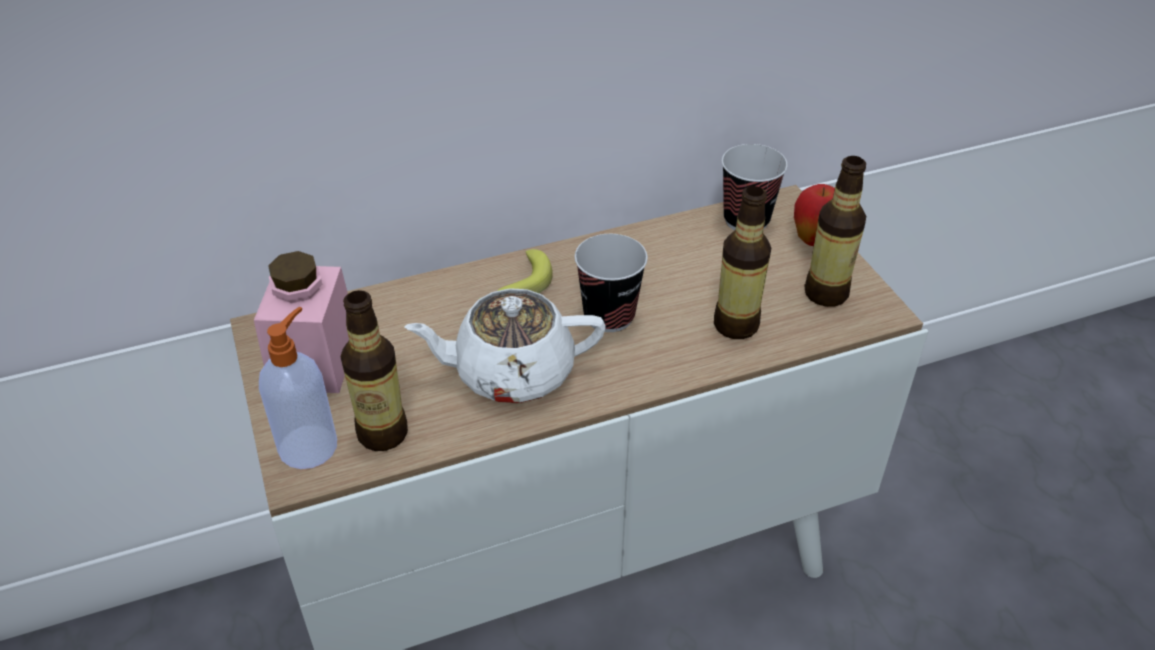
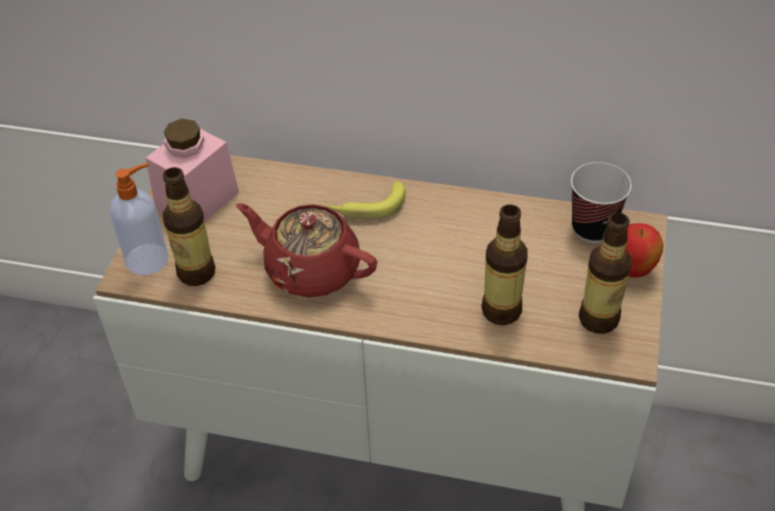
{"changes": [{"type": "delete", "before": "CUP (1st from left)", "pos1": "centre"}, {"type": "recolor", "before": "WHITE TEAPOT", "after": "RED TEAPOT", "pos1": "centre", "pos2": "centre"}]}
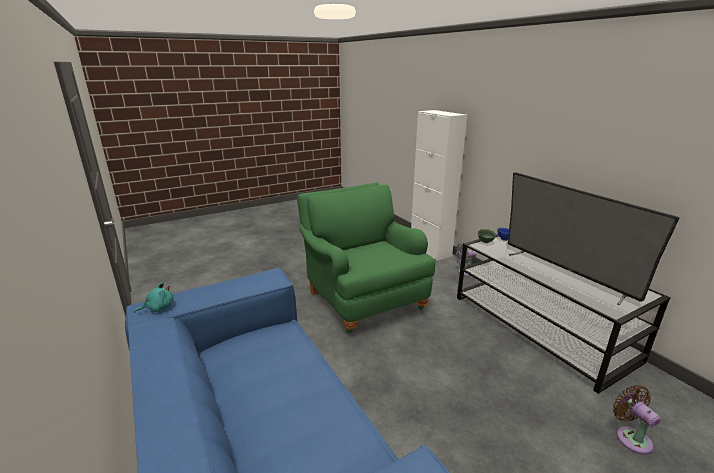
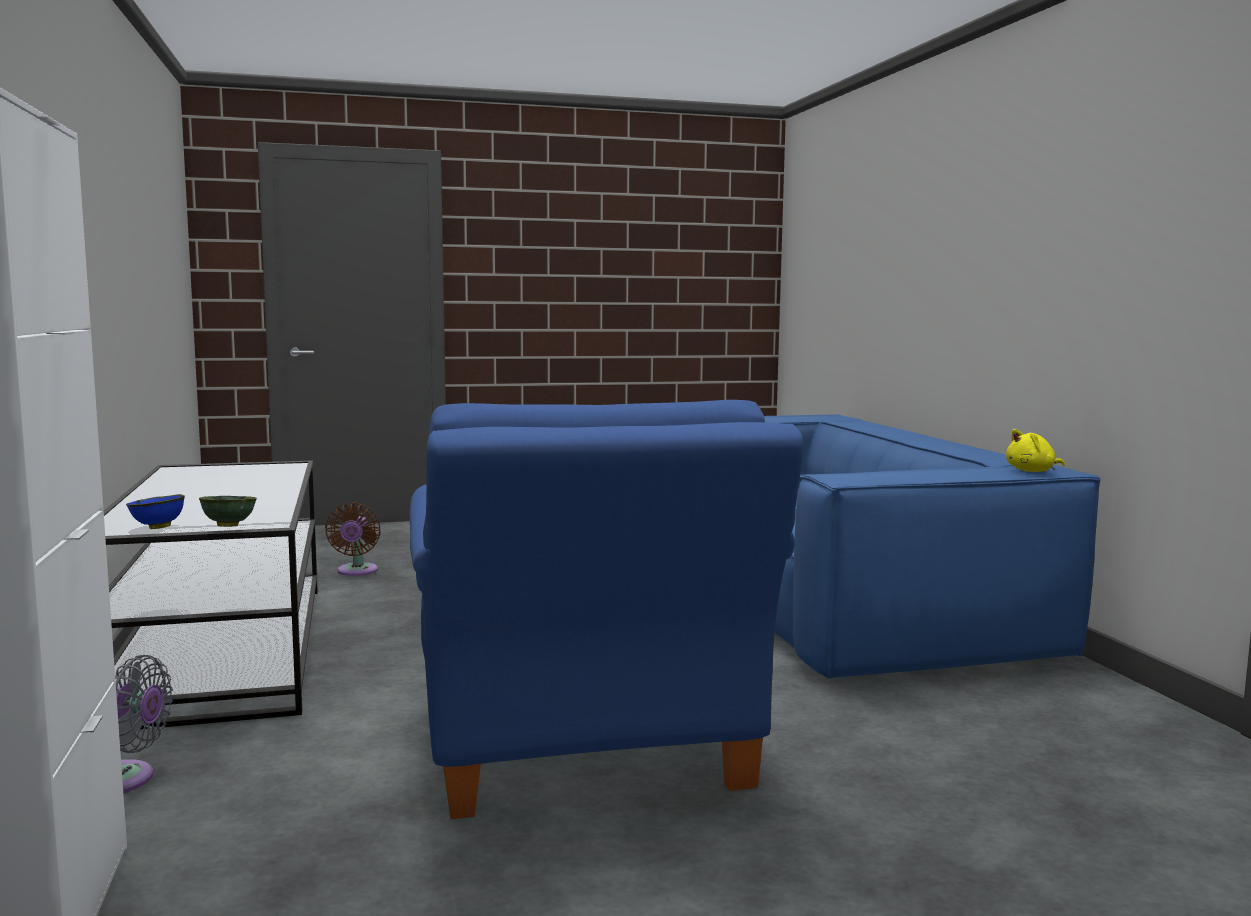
{"changes": [{"type": "delete", "before": "TELEVISION", "pos1": "middle right"}, {"type": "recolor", "before": "TURQUOISE PLUSH TOY", "after": "YELLOW PLUSH TOY", "pos1": "middle left", "pos2": "middle right"}, {"type": "recolor", "before": "GREEN ARMCHAIR", "after": "BLUE ARMCHAIR", "pos1": "centre", "pos2": "centre"}]}
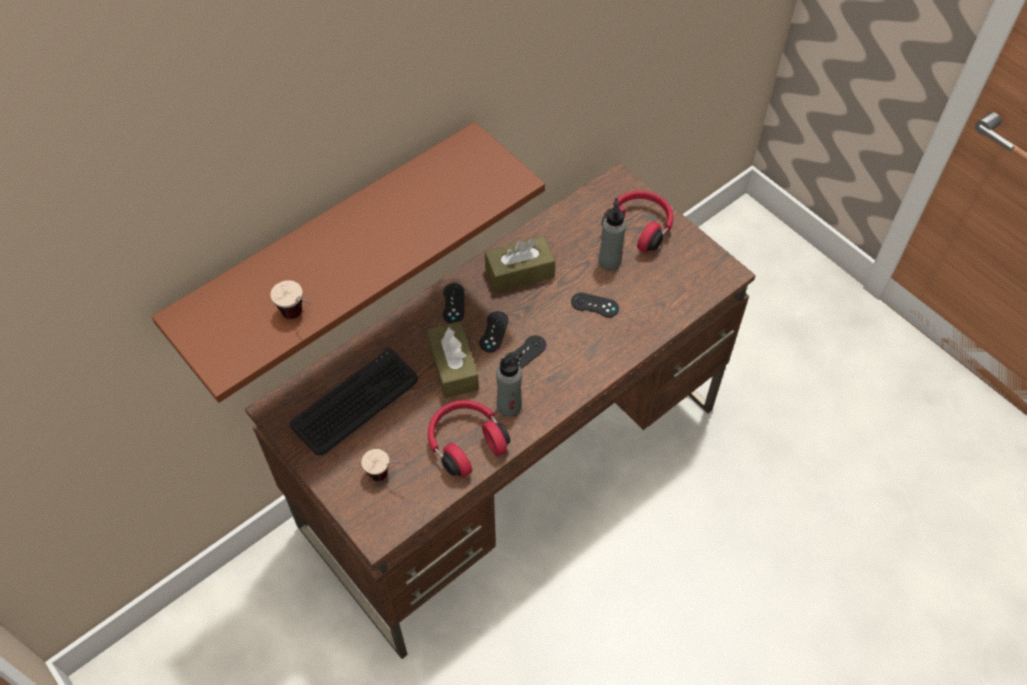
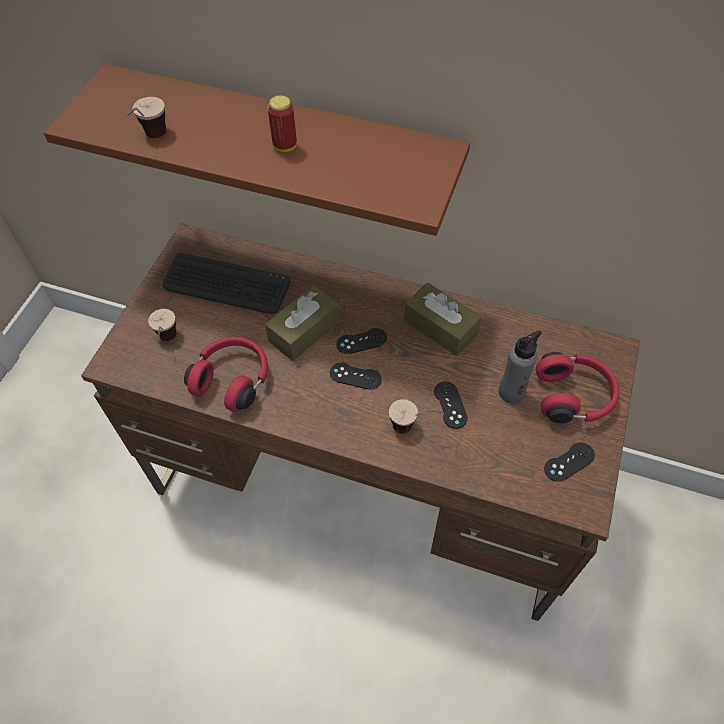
{"changes": [{"type": "delete", "before": "GREY BOTTLE (1st from left)", "pos1": "centre"}, {"type": "insert", "after": "CAN", "pos2": "top centre"}, {"type": "insert", "after": "CUP (3rd from left)", "pos2": "centre"}, {"type": "move", "before": "BLACK GAME CONTROLLER (1st from left in the first image)", "after": "BLACK GAME CONTROLLER (4th from left)", "pos1": "centre", "pos2": "middle right"}]}
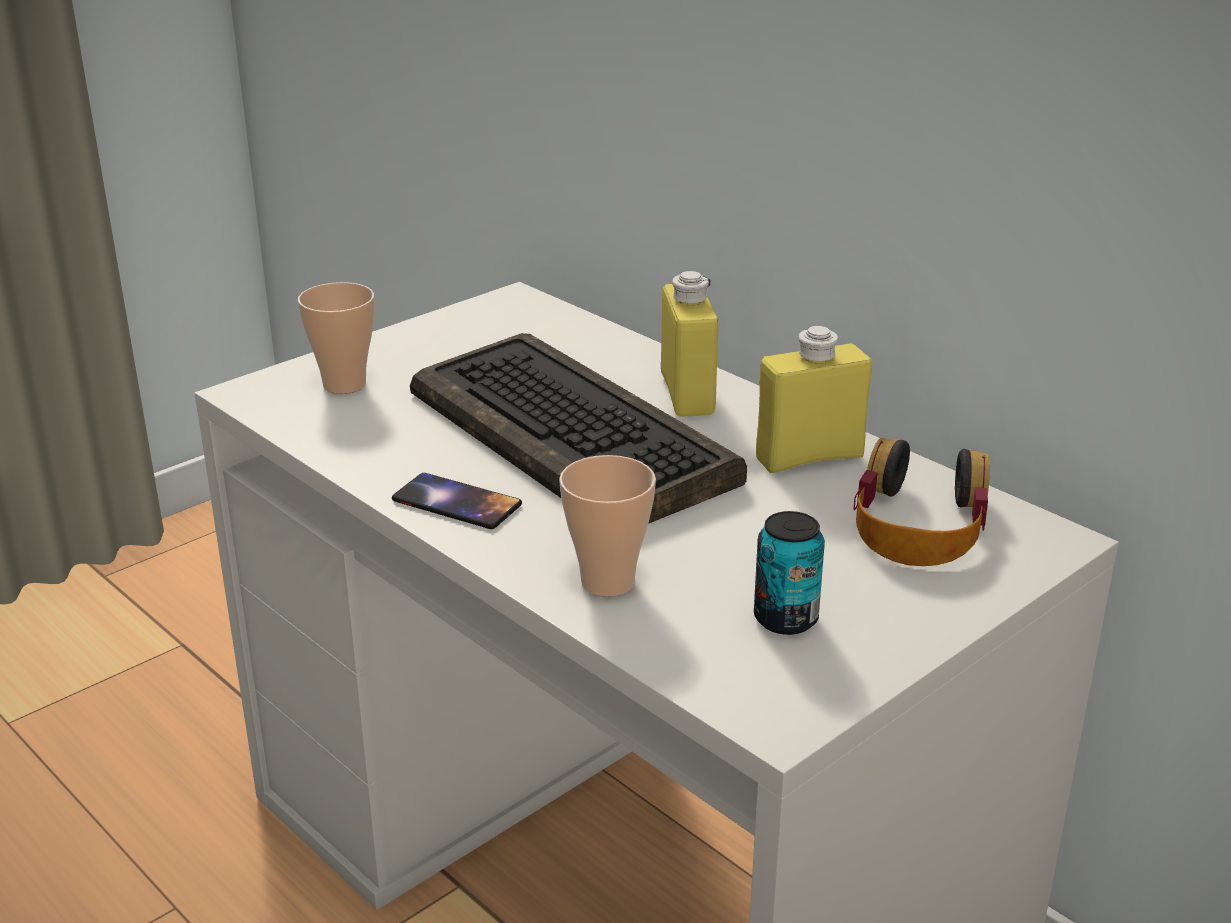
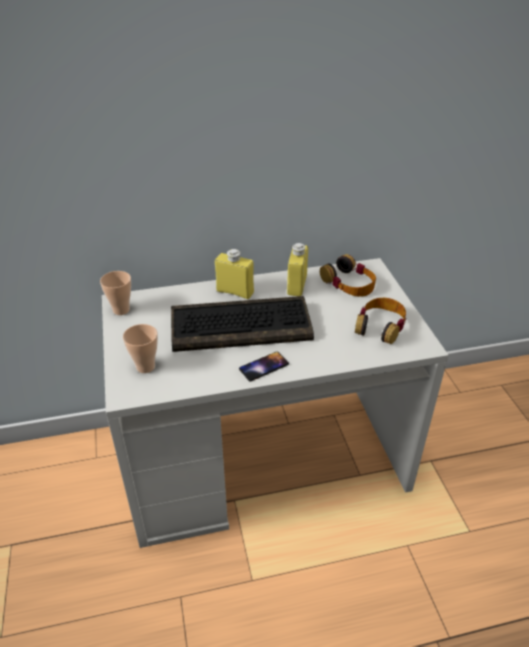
{"changes": [{"type": "move", "before": "CUP (2nd from left in the first image)", "after": "CUP (1st from left)", "pos1": "centre", "pos2": "middle left"}, {"type": "replace", "before": "CAN", "after": "HEADPHONES (2nd from left)", "pos1": "centre", "pos2": "middle right"}]}
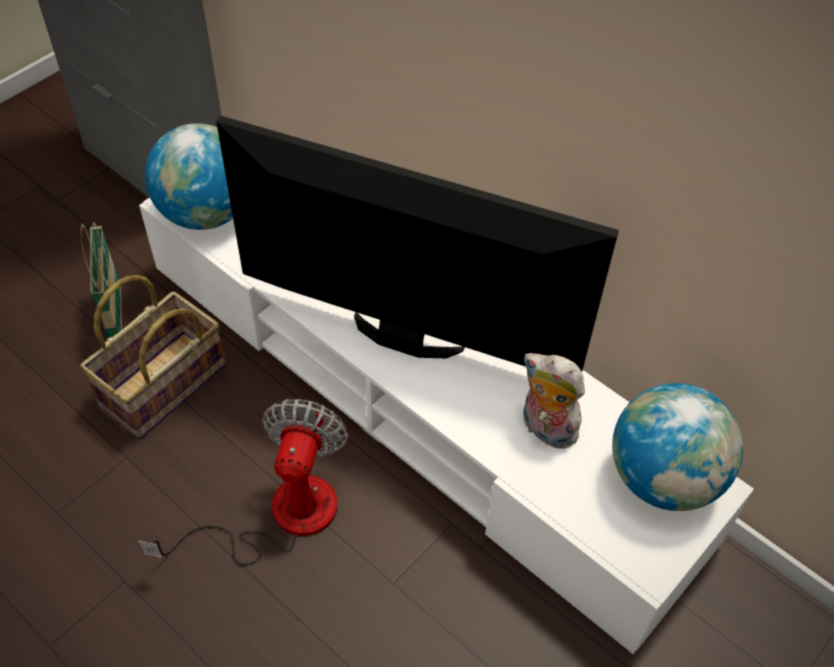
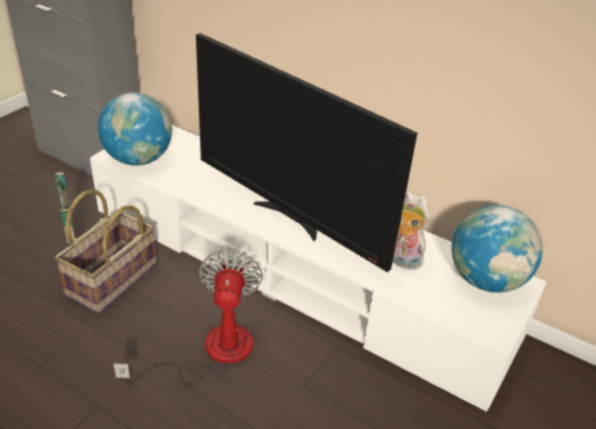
{"changes": [{"type": "rotate", "before": "TELEVISION", "pos1": "centre", "pos2": "centre", "turn": -150}]}
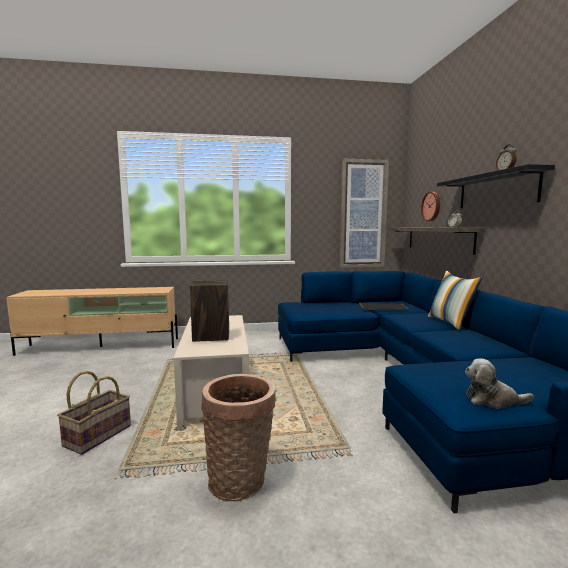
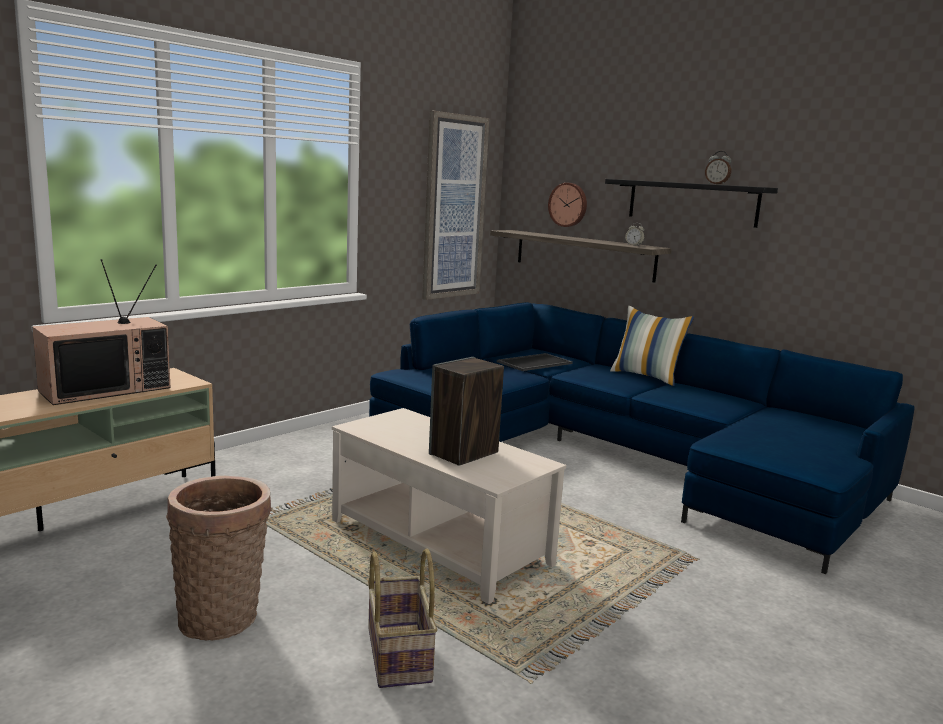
{"changes": [{"type": "delete", "before": "PLUSH TOY", "pos1": "bottom right"}, {"type": "insert", "after": "TELEVISION", "pos2": "middle left"}, {"type": "move", "before": "BASKET (2nd from left in the first image)", "after": "BASKET (1st from left)", "pos1": "bottom centre", "pos2": "bottom left"}]}
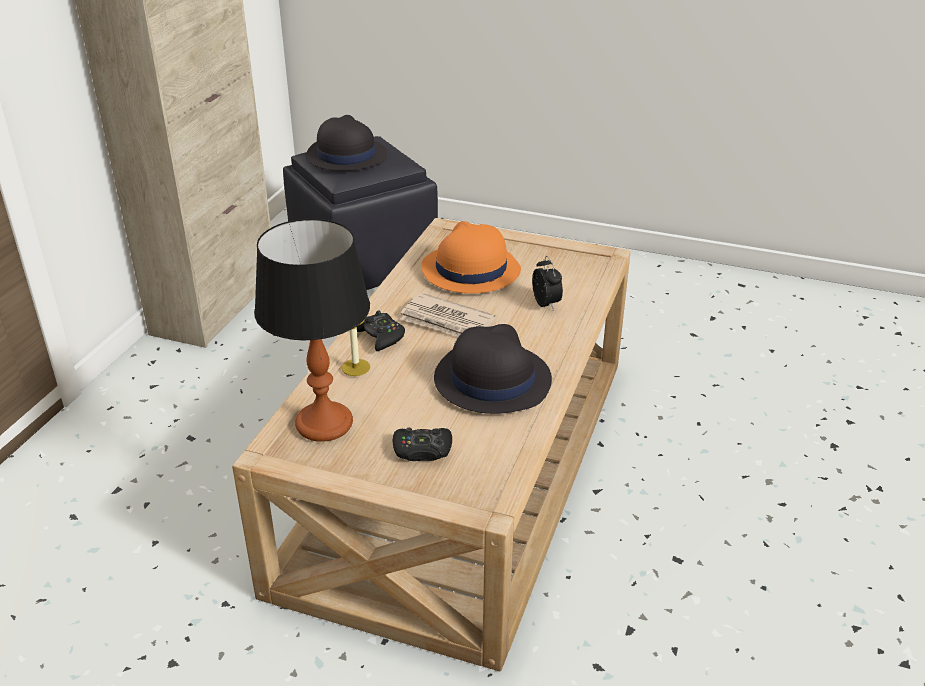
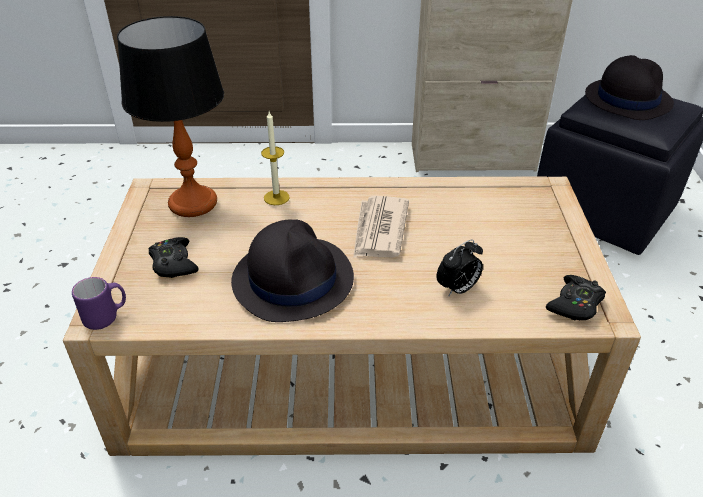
{"changes": [{"type": "delete", "before": "ORANGE HAT", "pos1": "centre"}, {"type": "insert", "after": "PURPLE MUG", "pos2": "middle left"}, {"type": "move", "before": "BLACK GAME CONTROLLER (1st from left in the first image)", "after": "BLACK GAME CONTROLLER (2nd from left)", "pos1": "centre", "pos2": "middle right"}]}
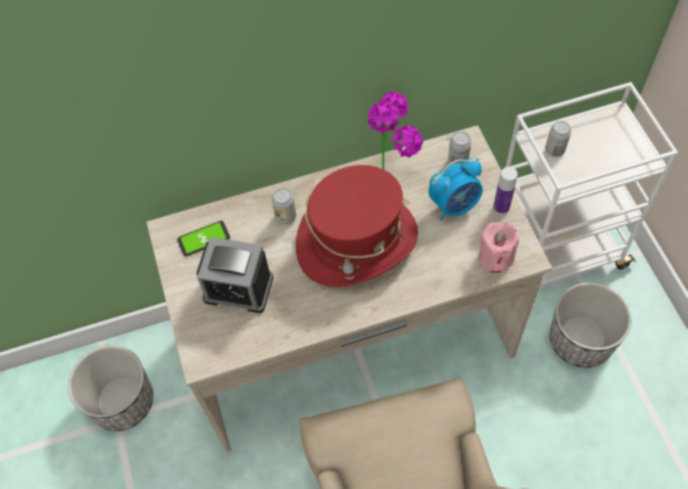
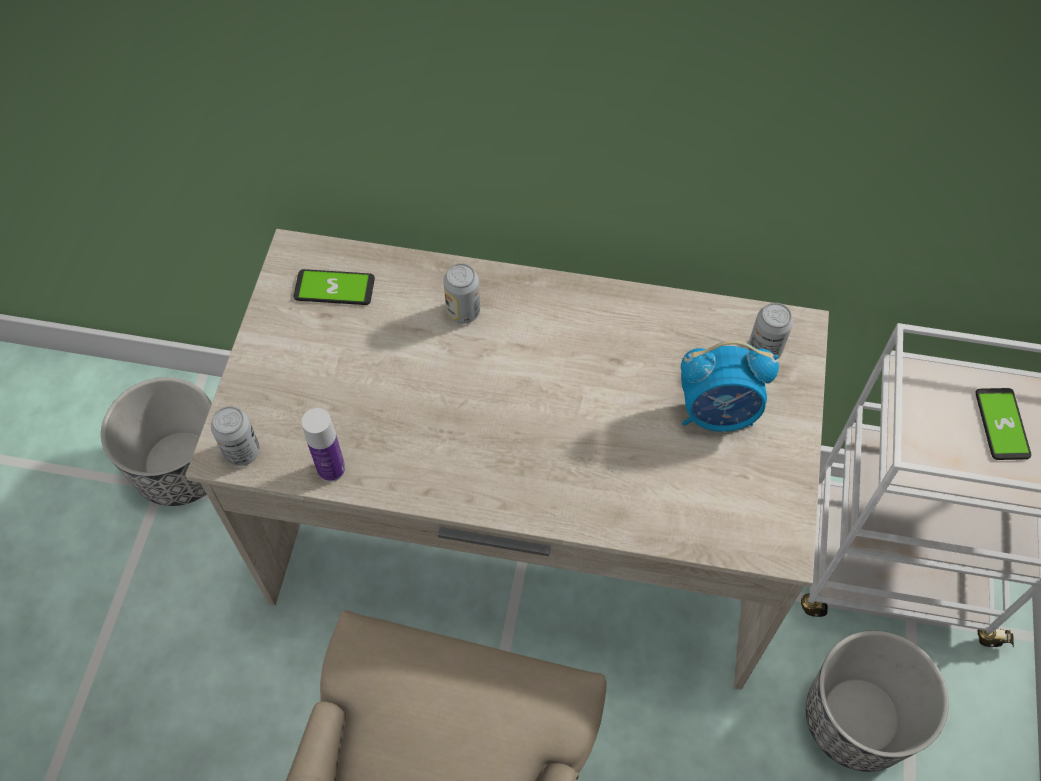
{"changes": [{"type": "delete", "before": "ALARM CLOCK (1st from left)", "pos1": "centre"}, {"type": "delete", "before": "RED HAT", "pos1": "centre"}, {"type": "delete", "before": "POTTED PLANT", "pos1": "top centre"}, {"type": "delete", "before": "PINK CANDLE", "pos1": "middle right"}, {"type": "insert", "after": "PHONE (2nd from left)", "pos2": "middle right"}, {"type": "move", "before": "BOTTLE", "pos1": "middle right", "pos2": "middle left"}, {"type": "move", "before": "CAN (3rd from left in the first image)", "after": "CAN (1st from left)", "pos1": "top right", "pos2": "middle left"}]}
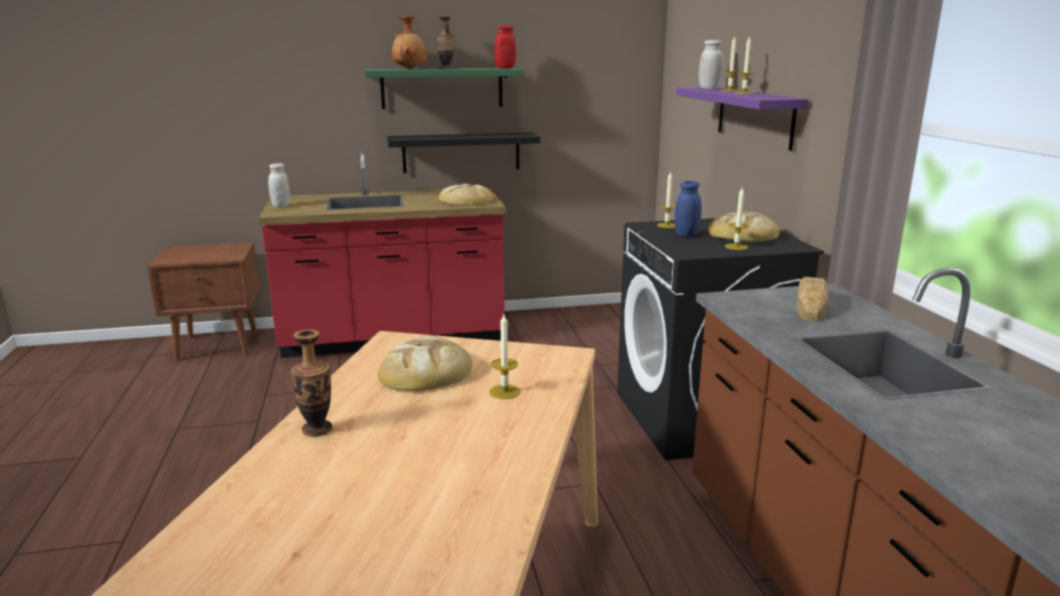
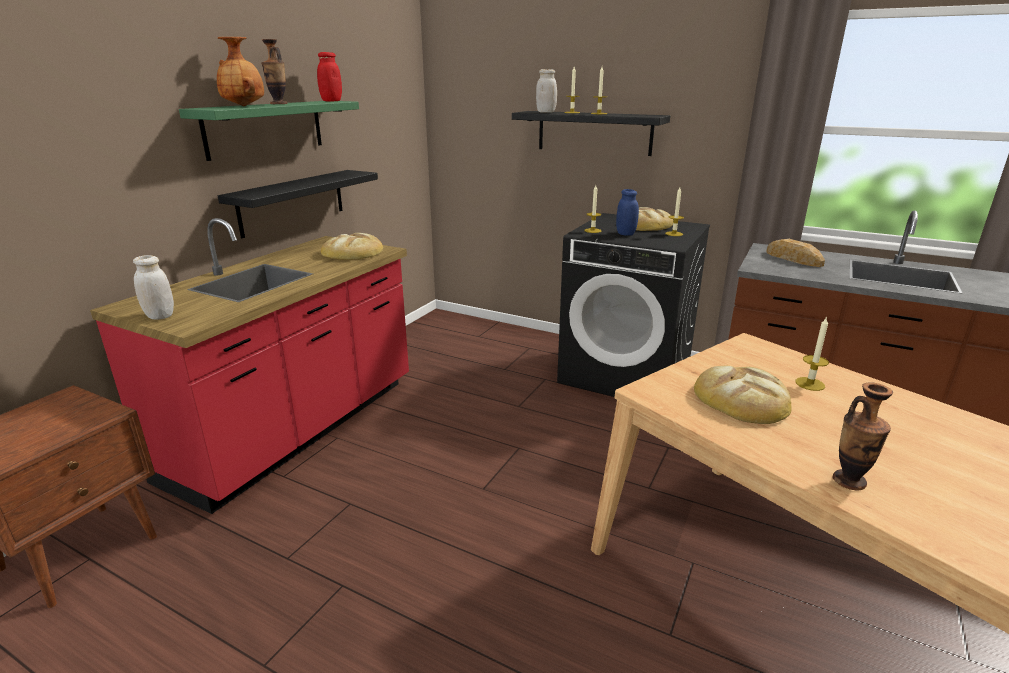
{"changes": [{"type": "recolor", "before": "PURPLE SHELF", "after": "BLACK SHELF (2nd from left)", "pos1": "top right", "pos2": "top centre"}]}
